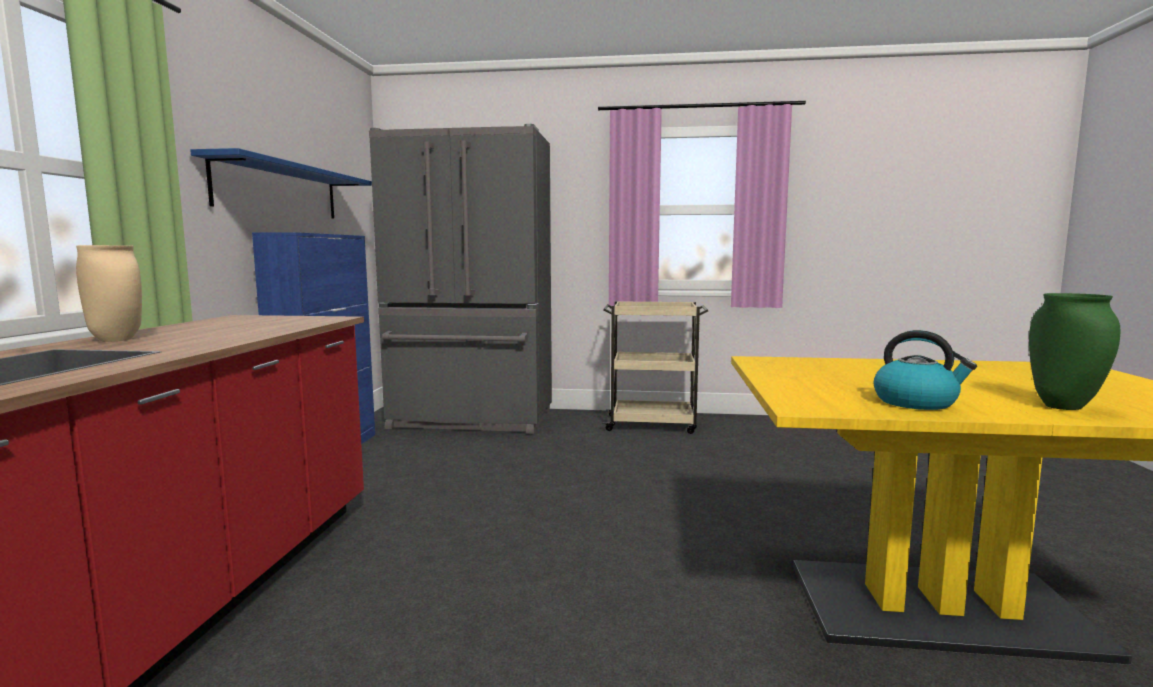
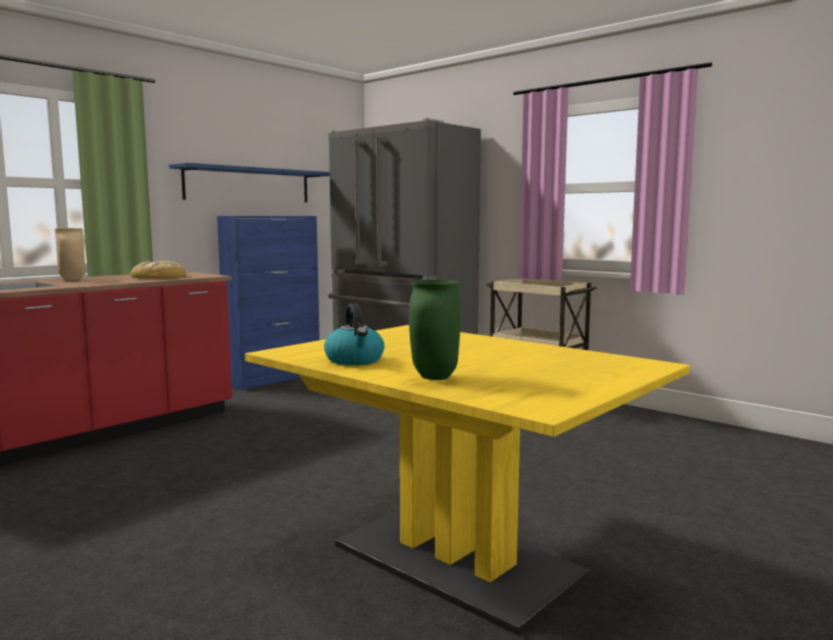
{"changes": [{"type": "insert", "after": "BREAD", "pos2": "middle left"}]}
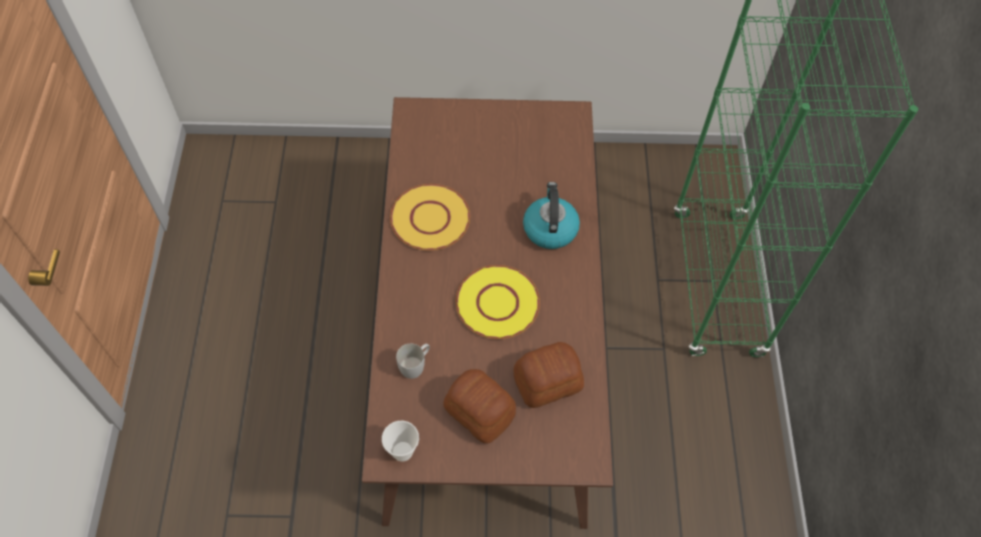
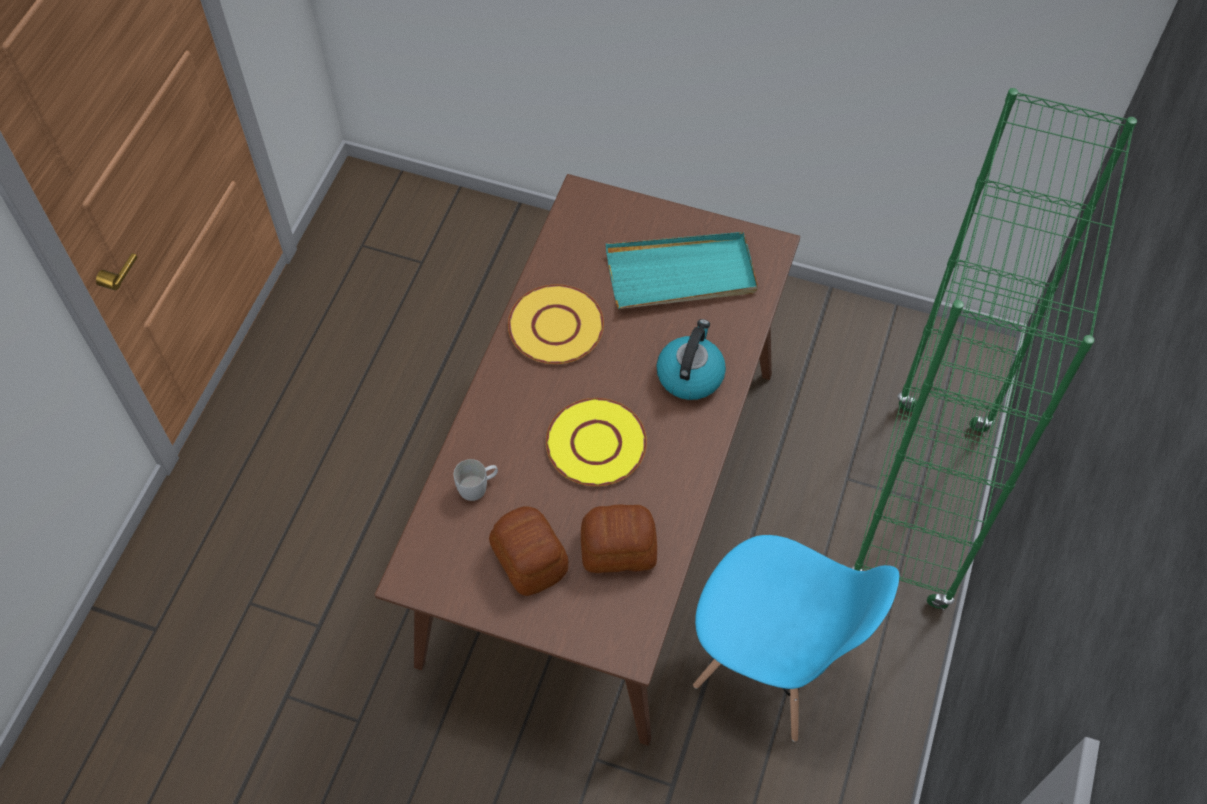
{"changes": [{"type": "delete", "before": "CUP", "pos1": "bottom centre"}, {"type": "insert", "after": "TURQUOISE TRAY", "pos2": "centre"}, {"type": "insert", "after": "BLUE CHAIR", "pos2": "bottom centre"}]}
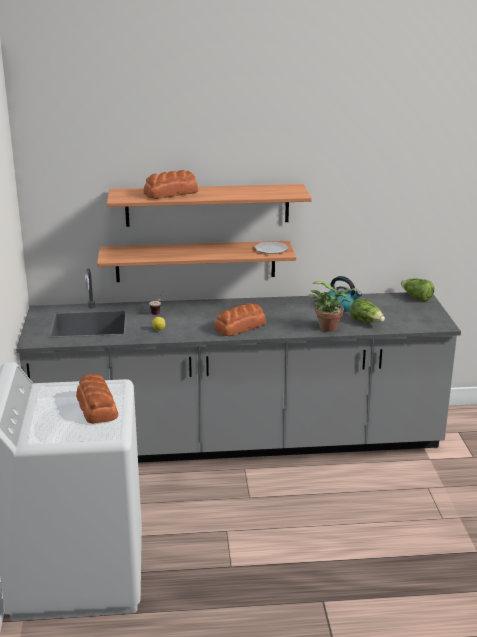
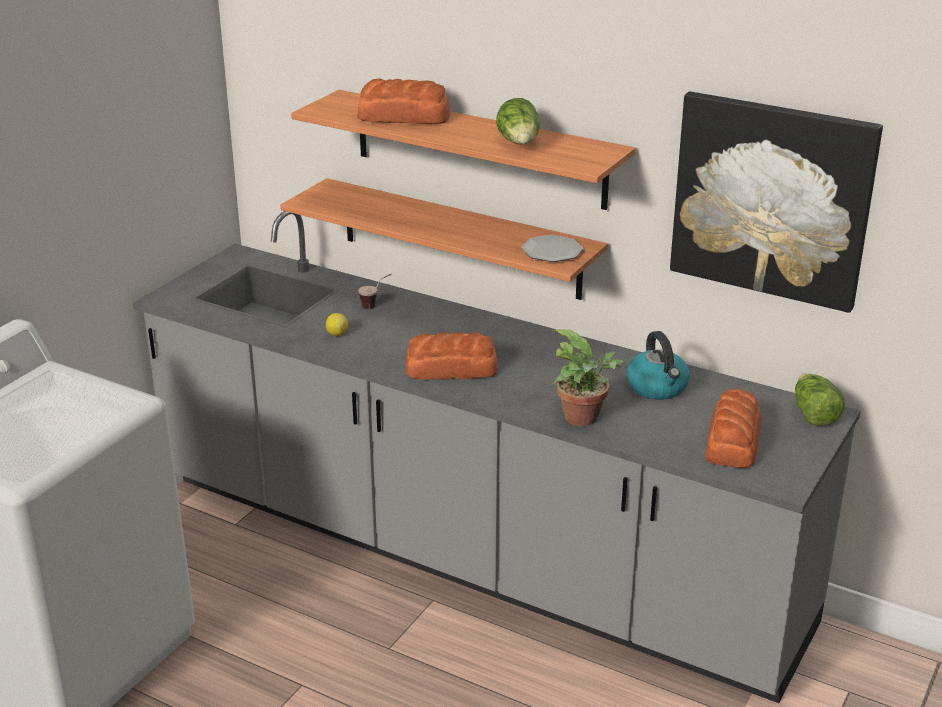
{"changes": [{"type": "insert", "after": "PICTURE", "pos2": "top right"}, {"type": "move", "before": "BREAD (1st from left in the first image)", "after": "BREAD (3rd from left)", "pos1": "middle left", "pos2": "middle right"}, {"type": "move", "before": "LETTUCE (1st from left)", "pos1": "middle right", "pos2": "top centre"}]}
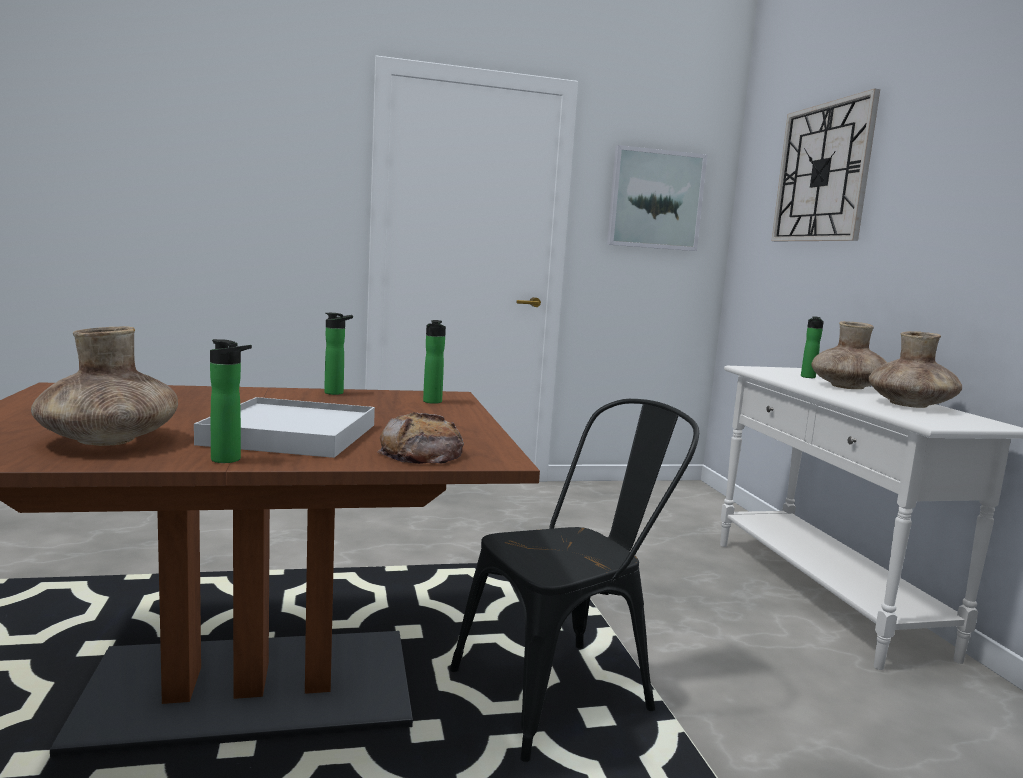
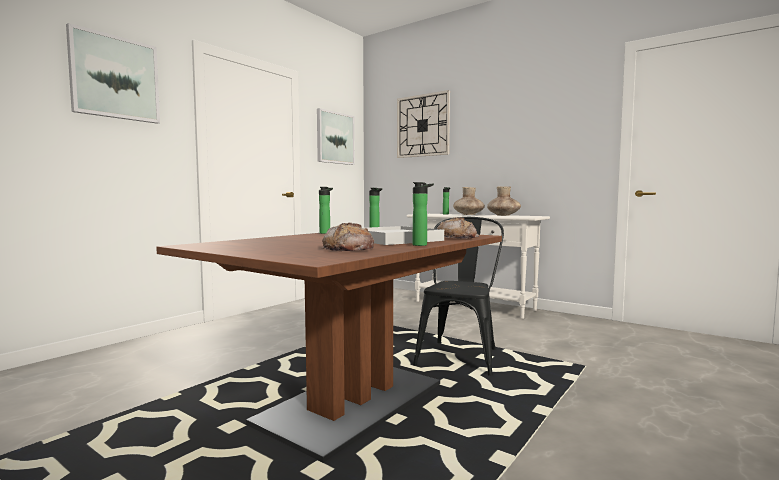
{"changes": [{"type": "insert", "after": "PICTURE (1st from left)", "pos2": "top left"}, {"type": "replace", "before": "BROWN VASE (1st from left)", "after": "BREAD (1st from left)", "pos1": "middle left", "pos2": "centre"}]}
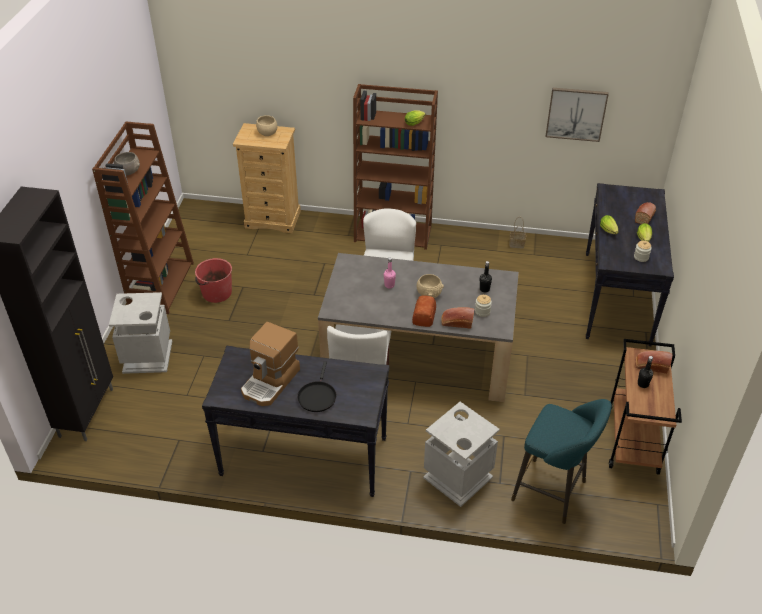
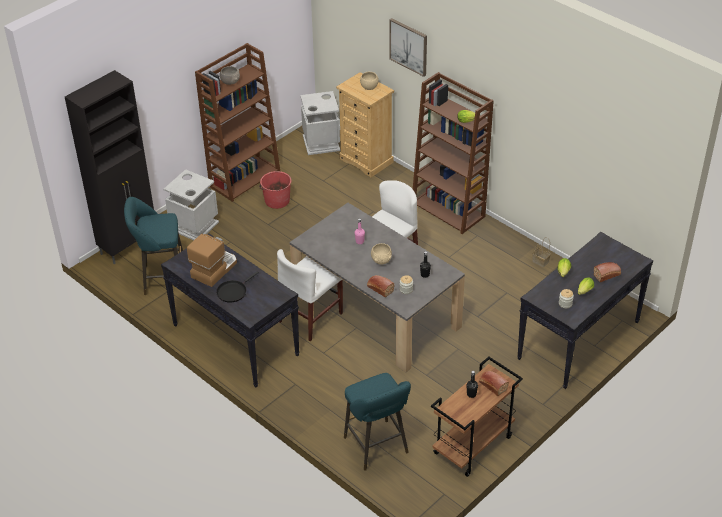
{"changes": [{"type": "delete", "before": "BREAD (1st from left)", "pos1": "centre"}, {"type": "insert", "after": "TURQUOISE STOOL (1st from left)", "pos2": "middle left"}, {"type": "move", "before": "GREY TRASH CAN (2nd from left)", "pos1": "bottom centre", "pos2": "top centre"}, {"type": "move", "before": "PICTURE", "pos1": "top right", "pos2": "top centre"}, {"type": "rotate", "before": "COFFEE MACHINE", "pos1": "centre", "pos2": "middle left", "turn": 150}]}
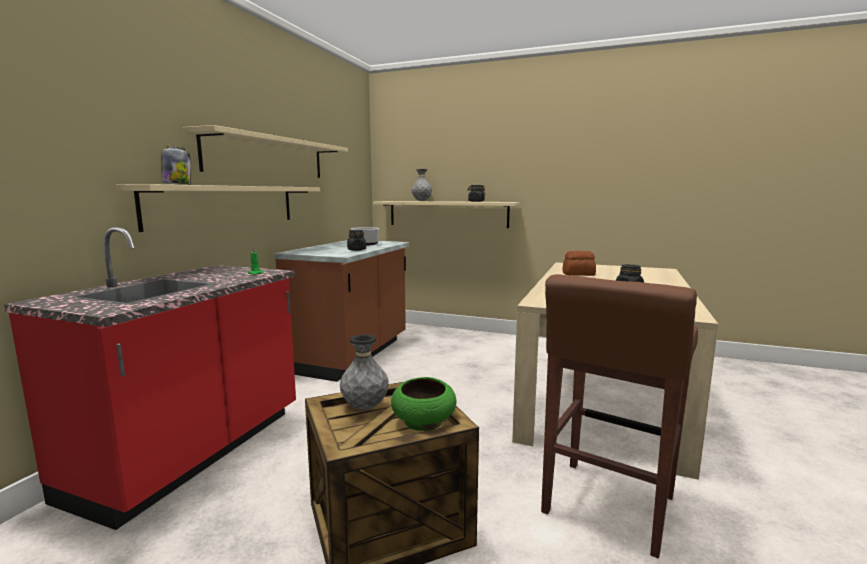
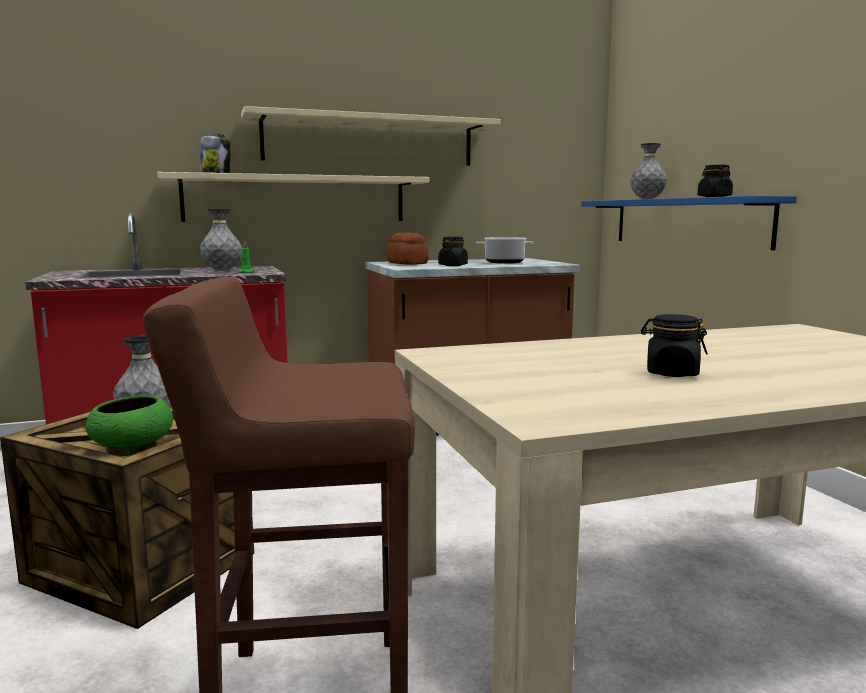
{"changes": [{"type": "insert", "after": "GREY VASE (2nd from left)", "pos2": "middle left"}, {"type": "move", "before": "BREAD", "pos1": "middle right", "pos2": "centre"}, {"type": "recolor", "before": "BEIGE SHELF (3rd from left)", "after": "BLUE SHELF", "pos1": "centre", "pos2": "top right"}]}
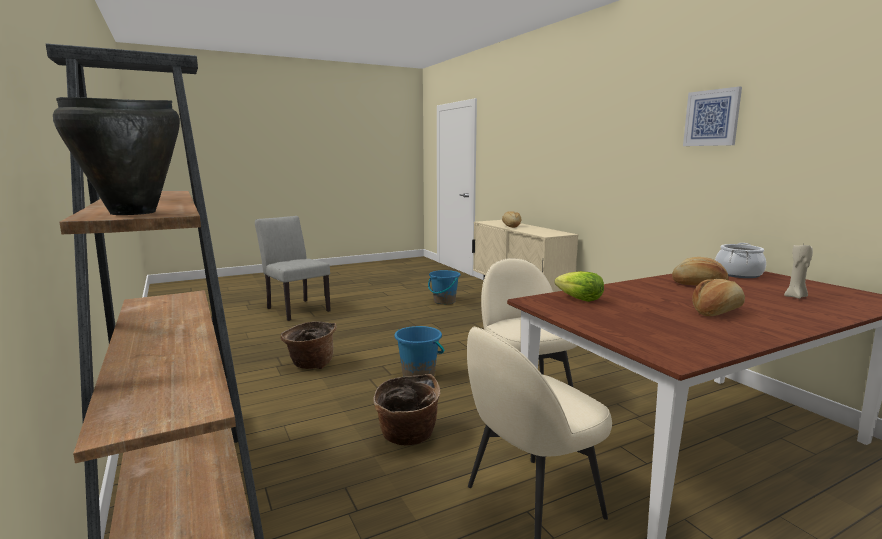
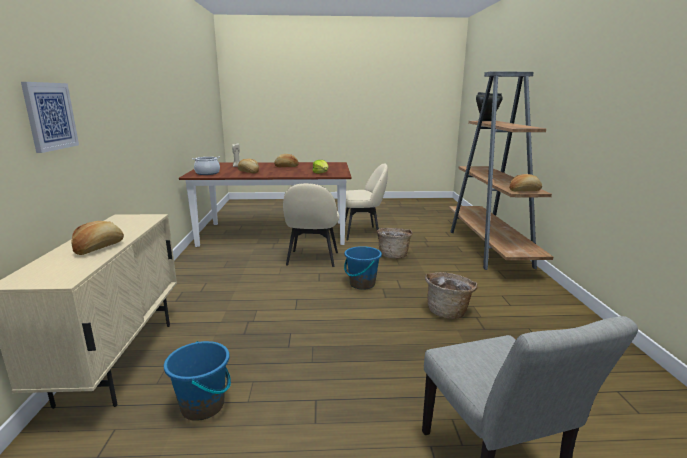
{"changes": [{"type": "insert", "after": "BREAD (4th from left)", "pos2": "middle right"}, {"type": "move", "before": "PICTURE", "pos1": "top right", "pos2": "top left"}]}
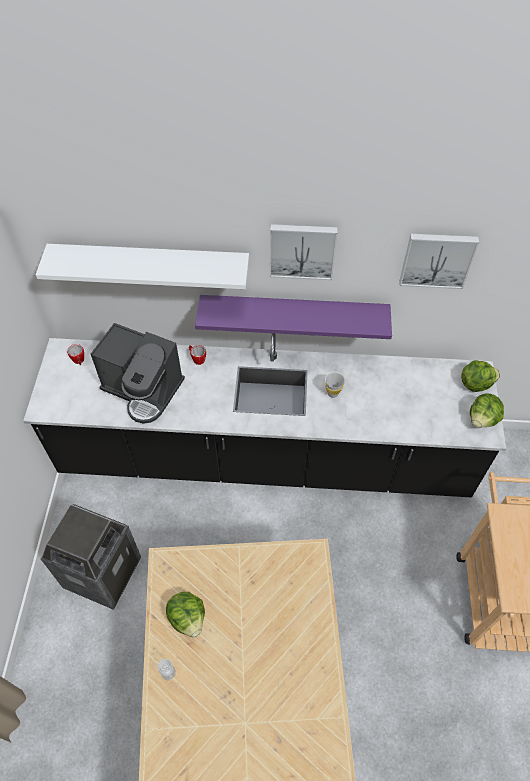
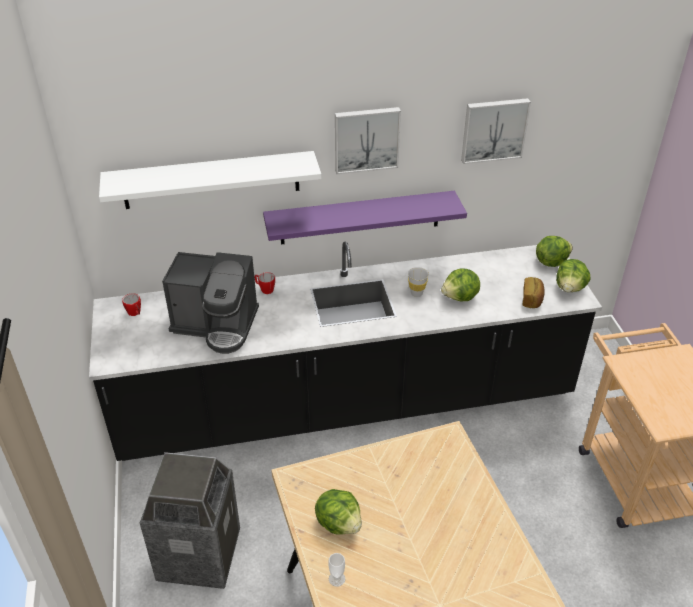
{"changes": [{"type": "insert", "after": "LETTUCE (2nd from left)", "pos2": "centre"}, {"type": "insert", "after": "BREAD", "pos2": "middle right"}]}
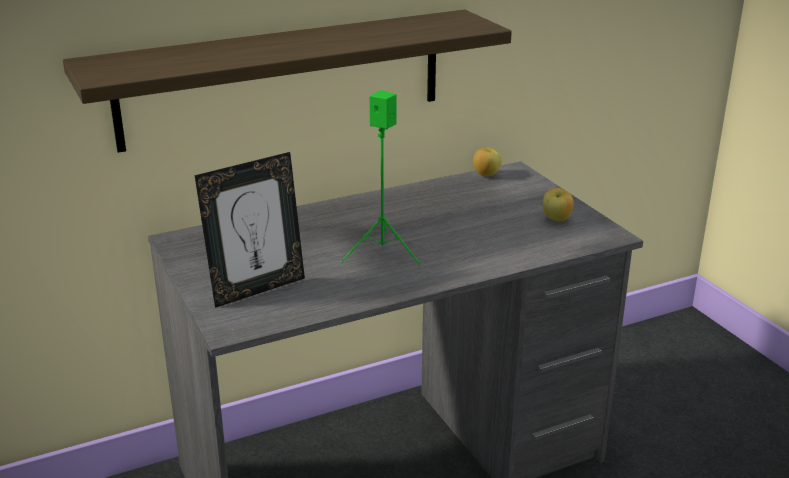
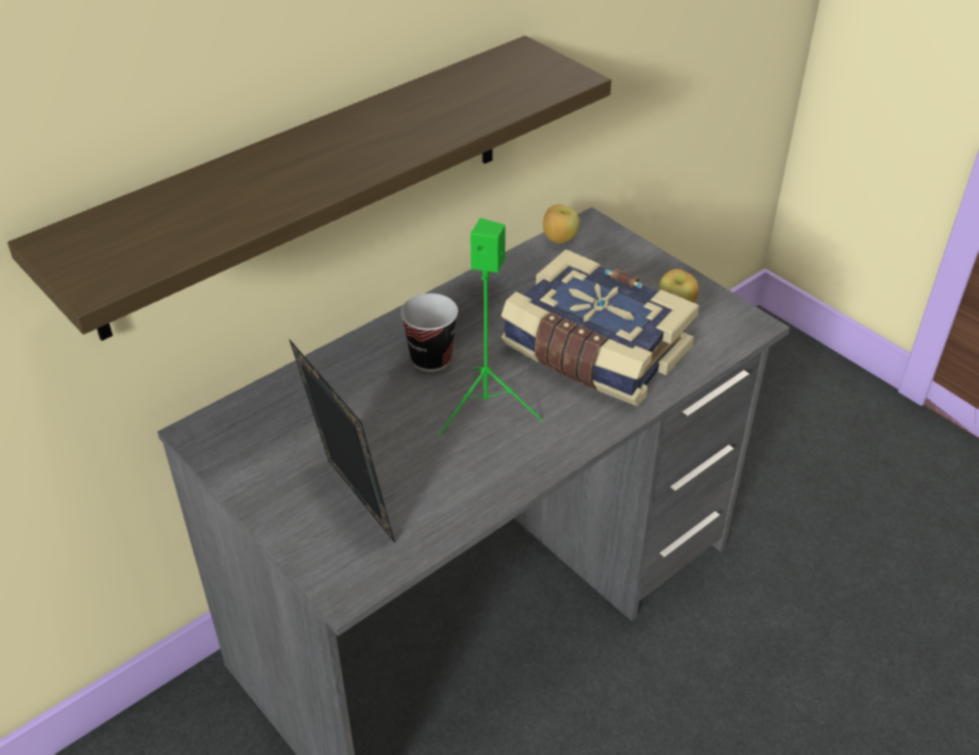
{"changes": [{"type": "insert", "after": "CUP", "pos2": "centre"}, {"type": "insert", "after": "BOOK", "pos2": "centre"}, {"type": "rotate", "before": "PICTURE FRAME", "pos1": "middle left", "pos2": "centre", "turn": -75}]}
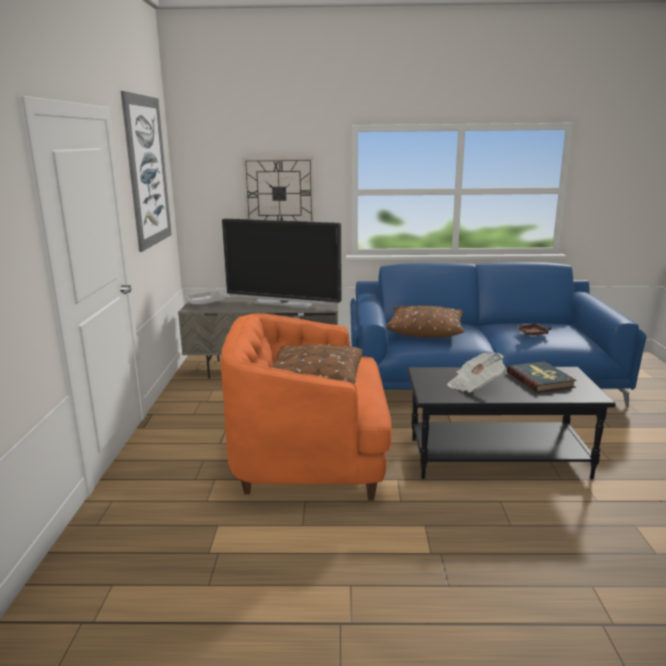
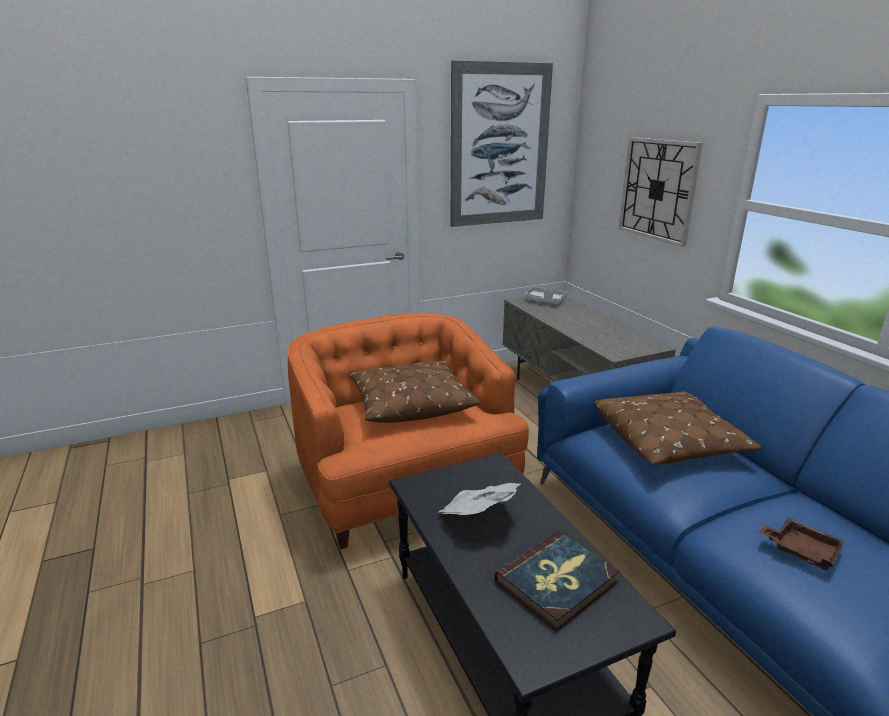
{"changes": [{"type": "delete", "before": "TELEVISION", "pos1": "centre"}]}
